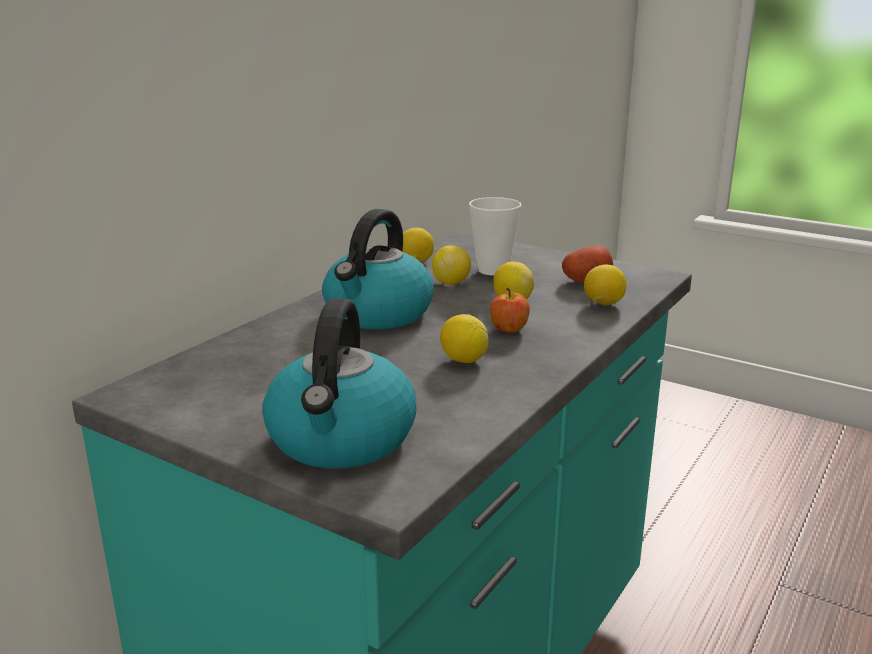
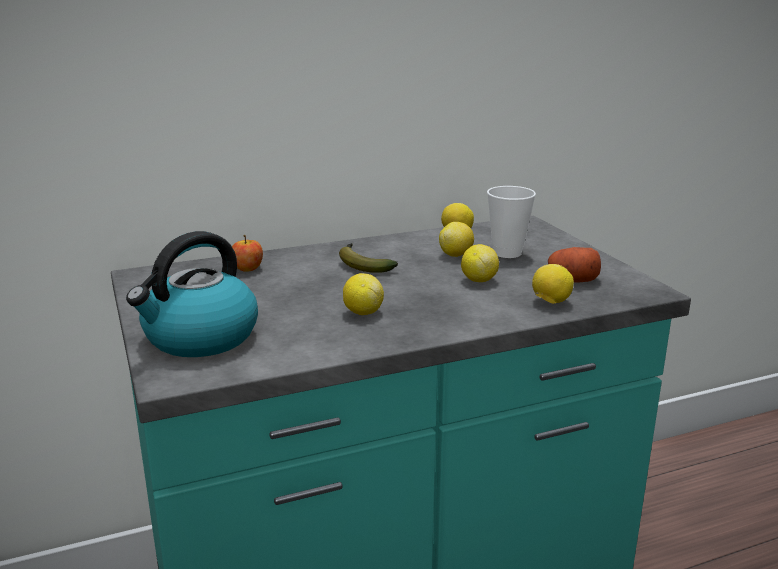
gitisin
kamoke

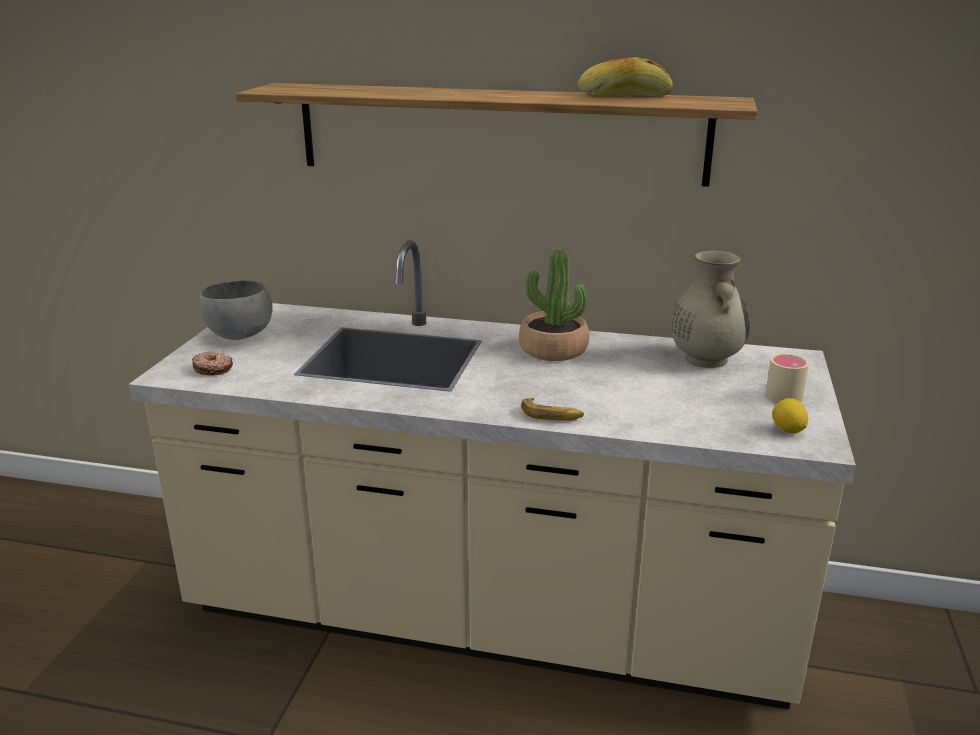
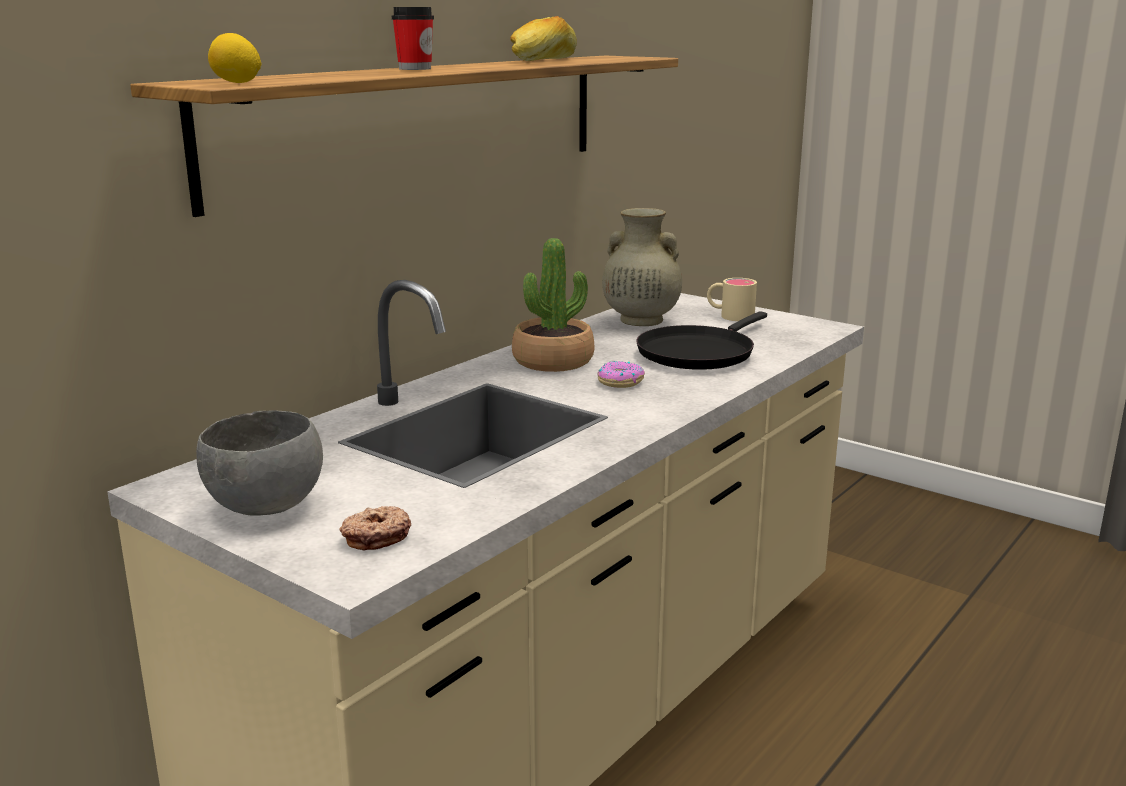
gitisin
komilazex
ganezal
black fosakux
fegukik (no. 2 from left)

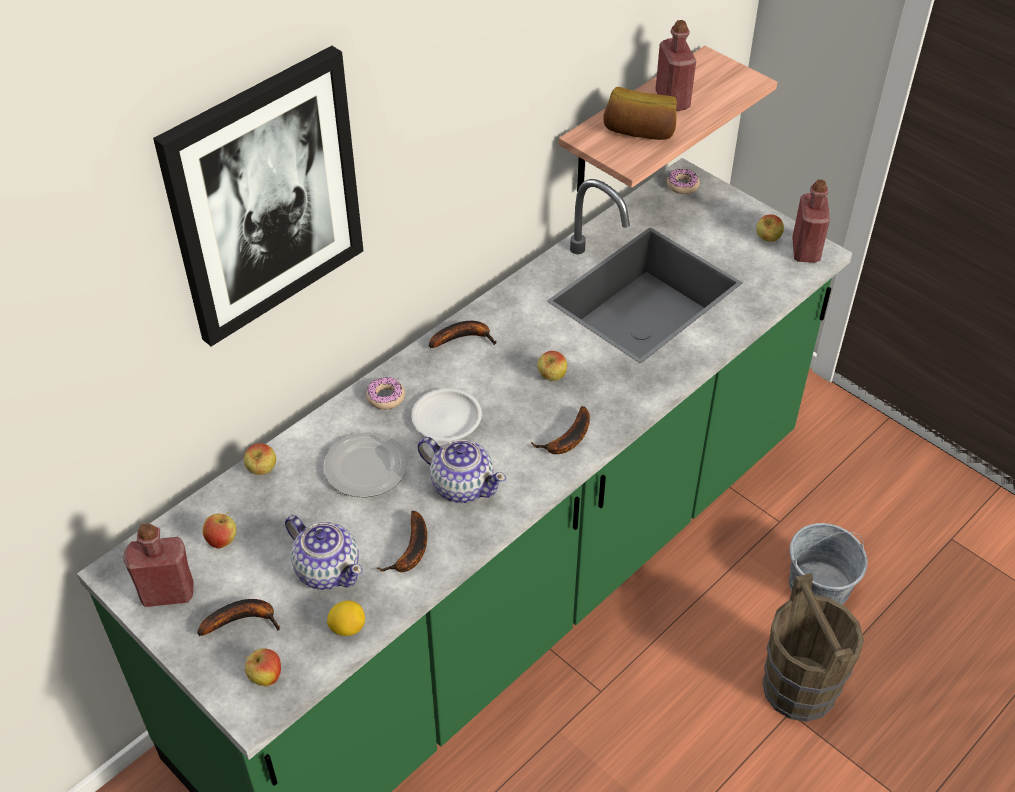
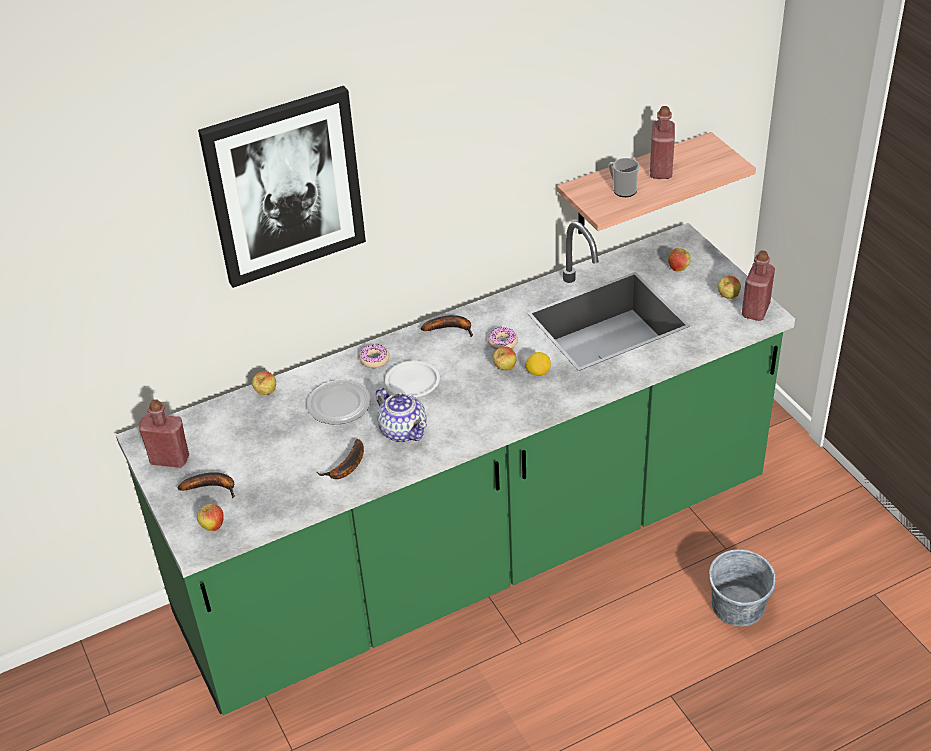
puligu
fegukik (no. 2 from left)
gitisin (no. 4 from left in the first image)
kamoke (no. 4 from left)
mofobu (no. 1 from left in the first image)
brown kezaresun
komilazex

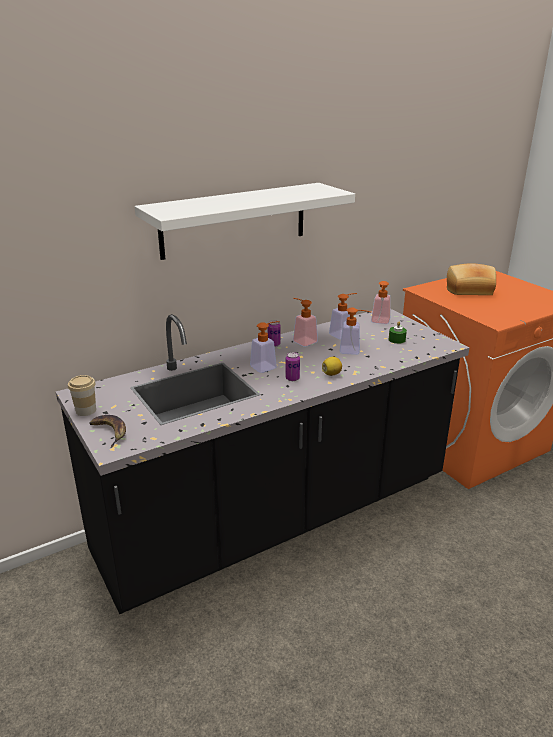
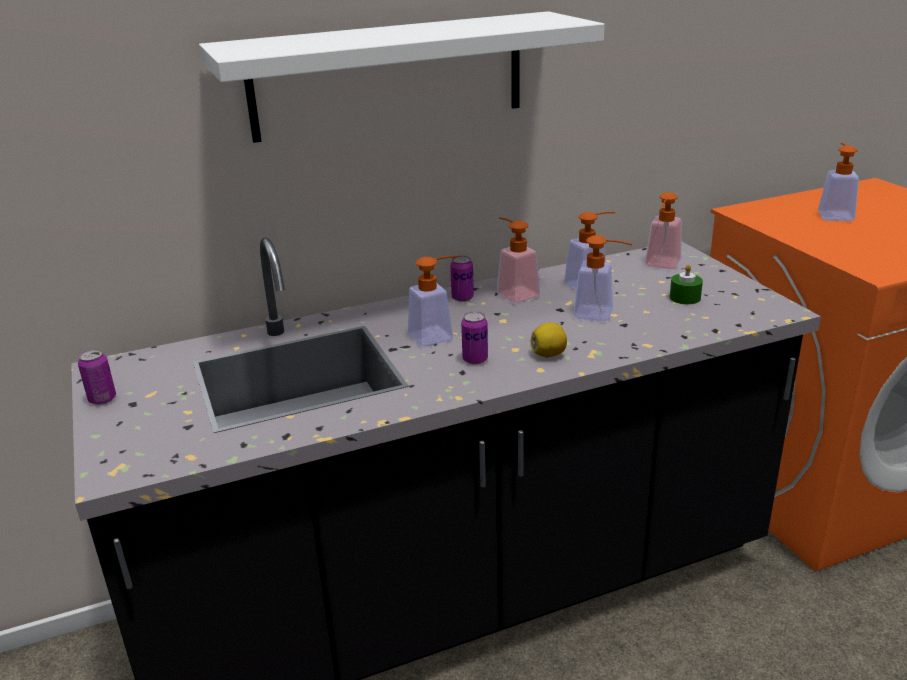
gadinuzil (no. 6 from left)
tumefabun (no. 1 from left)
gitisin

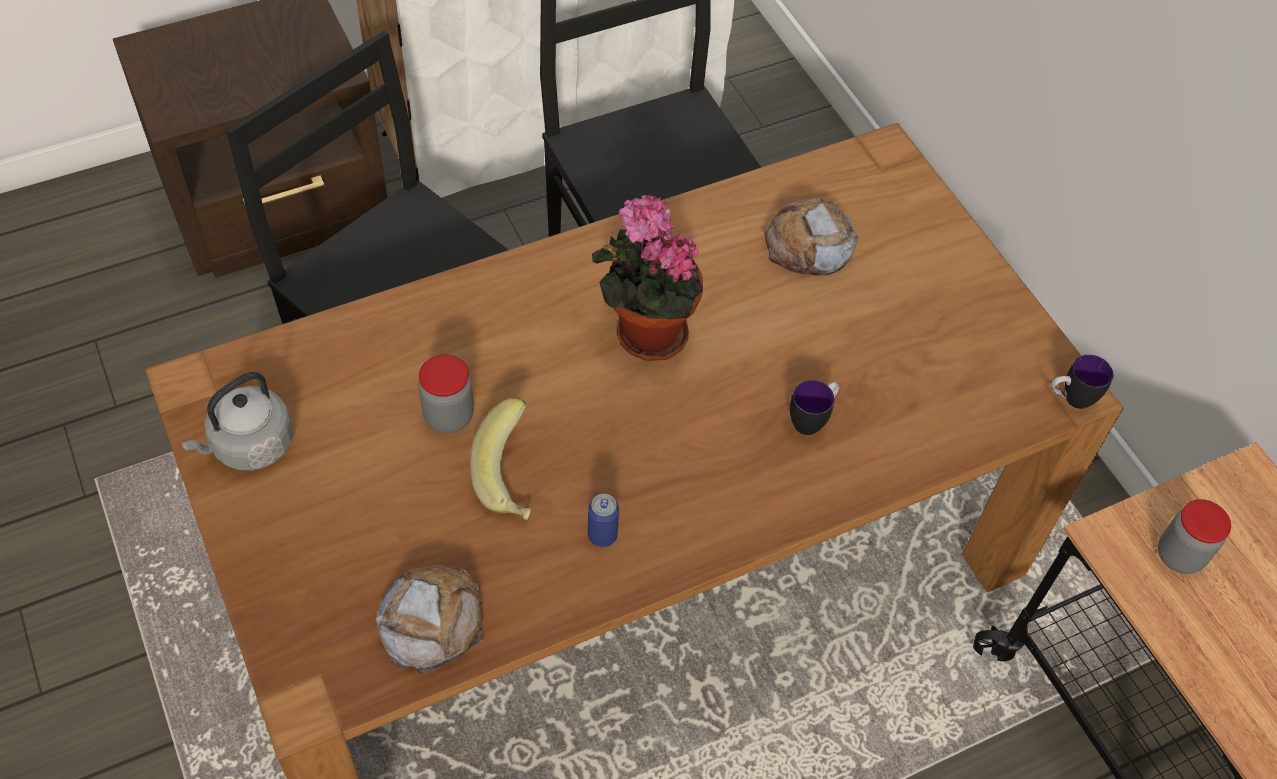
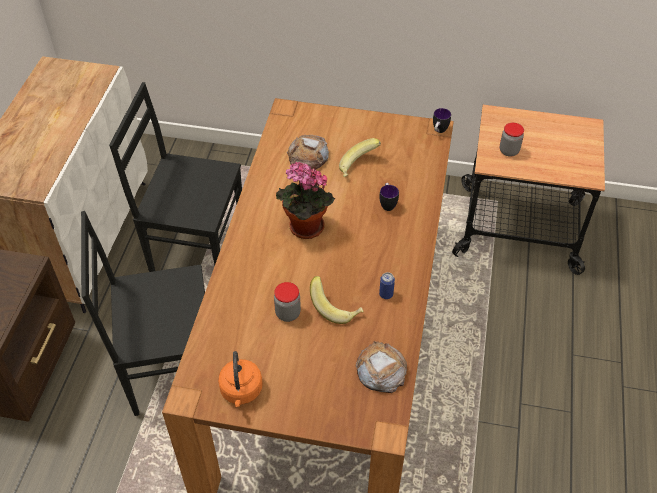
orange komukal
gitisin (no. 2 from left)

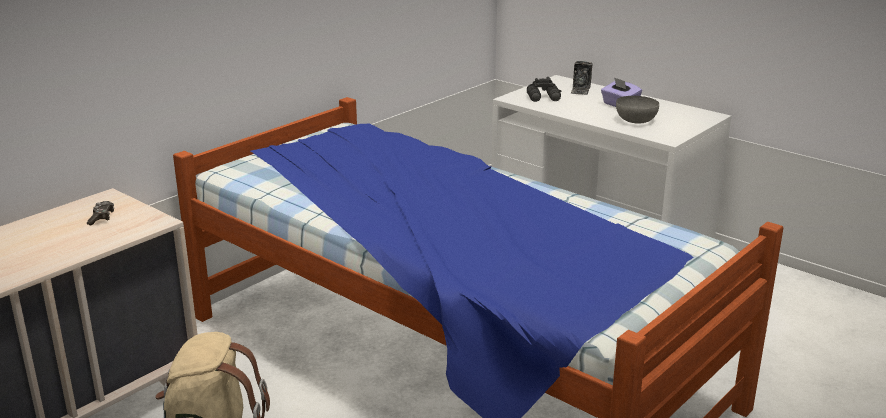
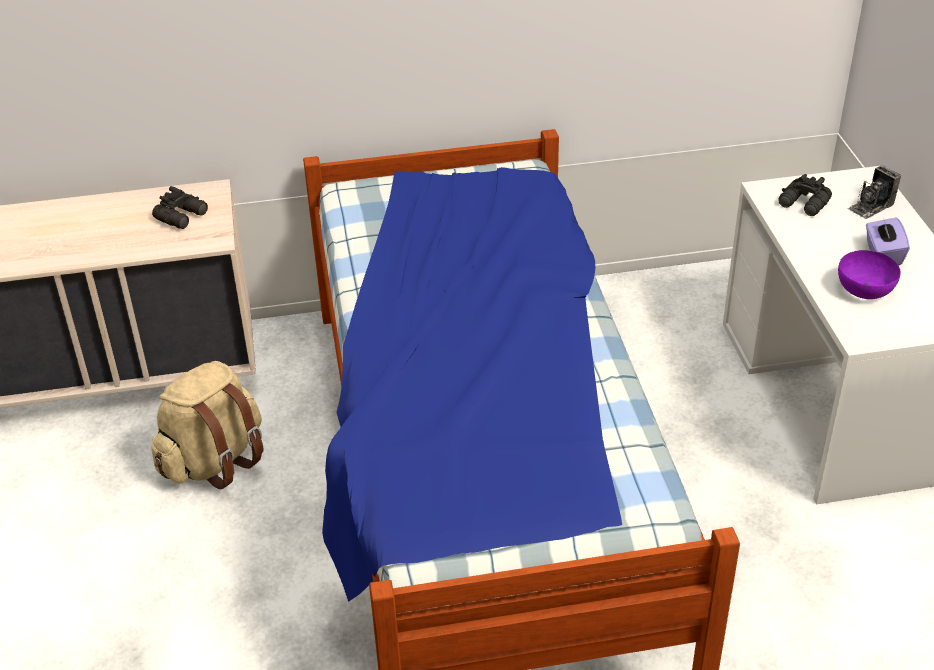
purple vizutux
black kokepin (no. 1 from left)

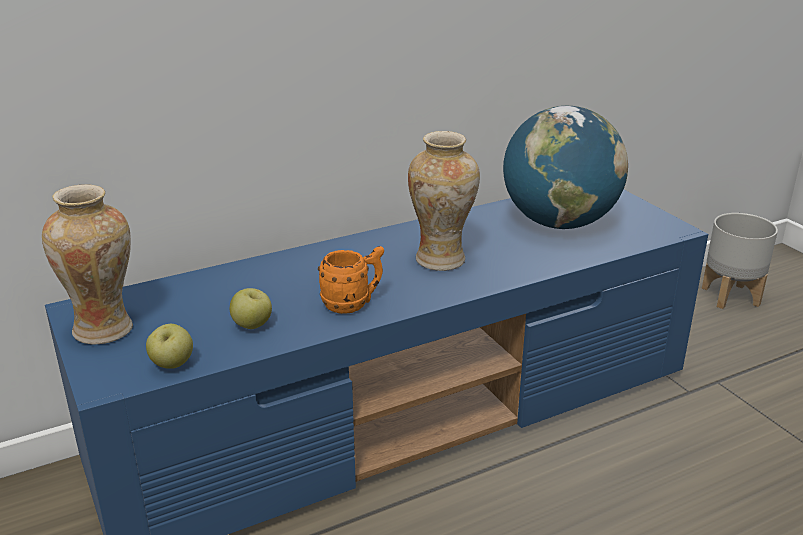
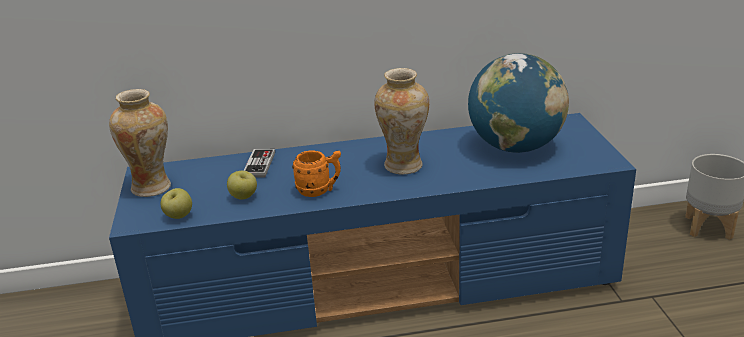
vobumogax

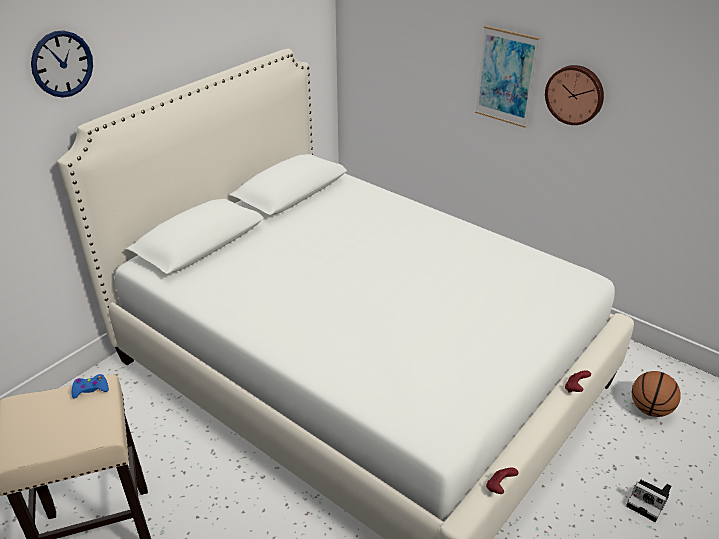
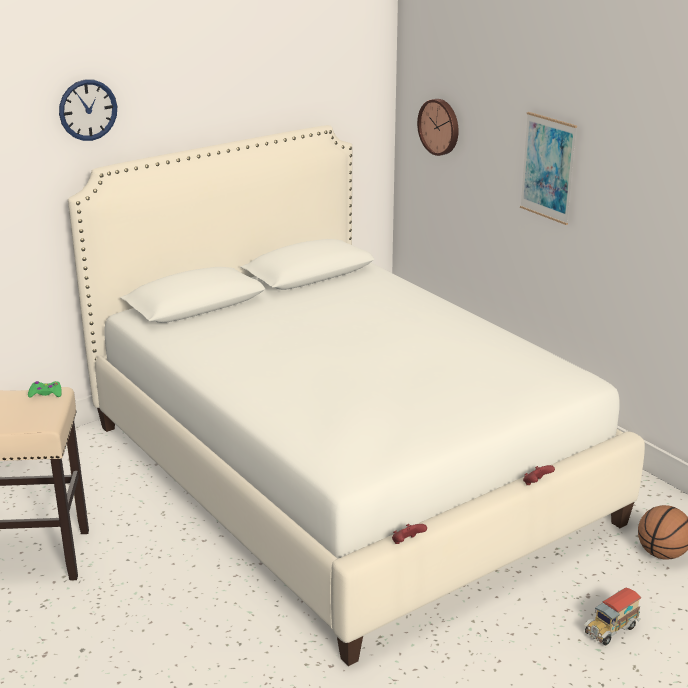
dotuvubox (no. 2 from left)
green vobumogax
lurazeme

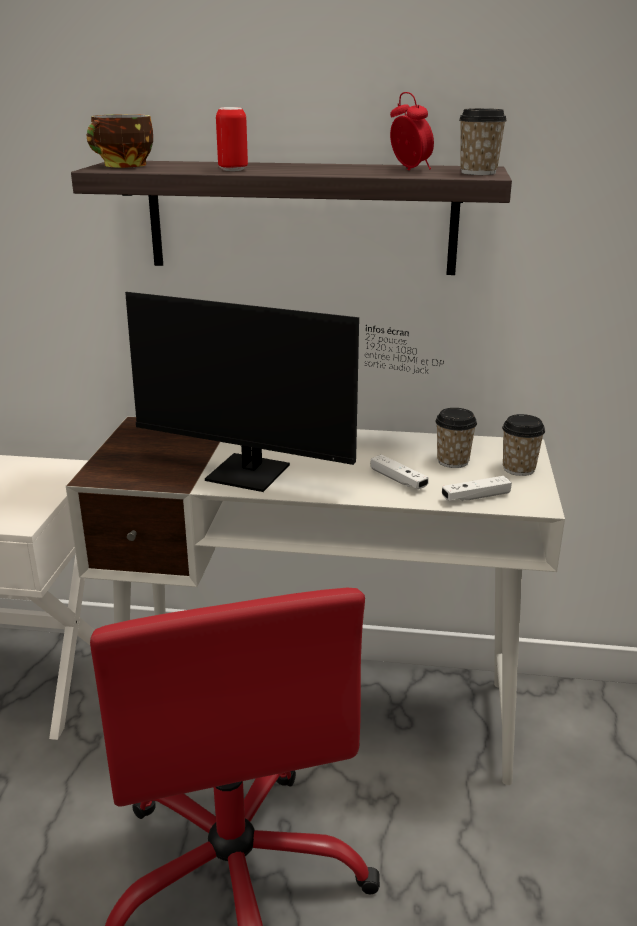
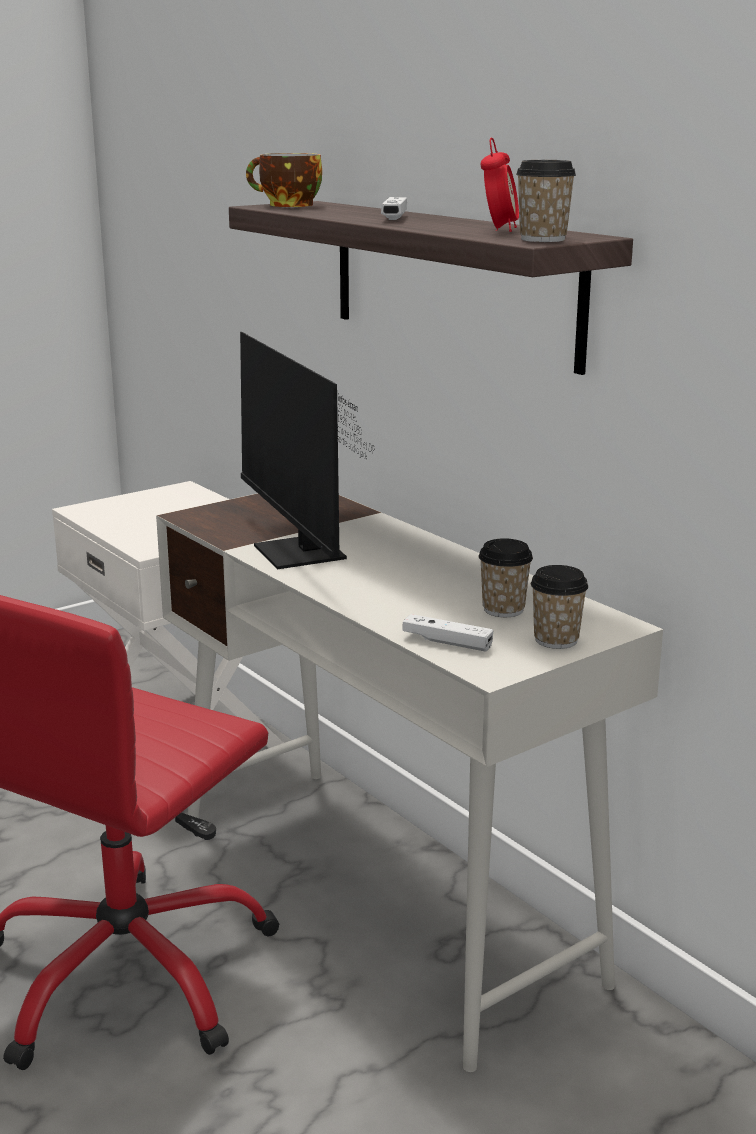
tumefabun
white vobumogax (no. 1 from left)

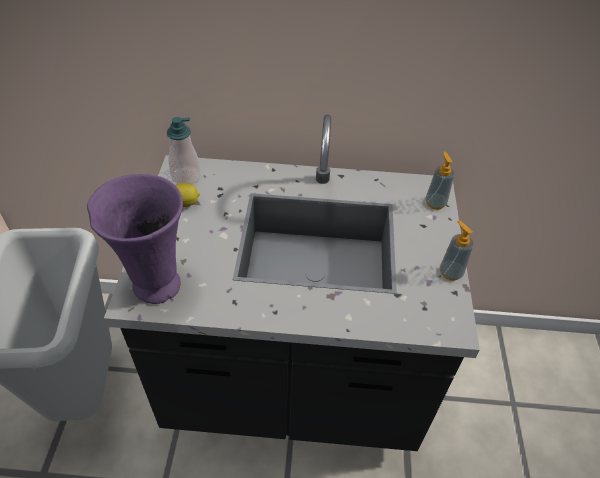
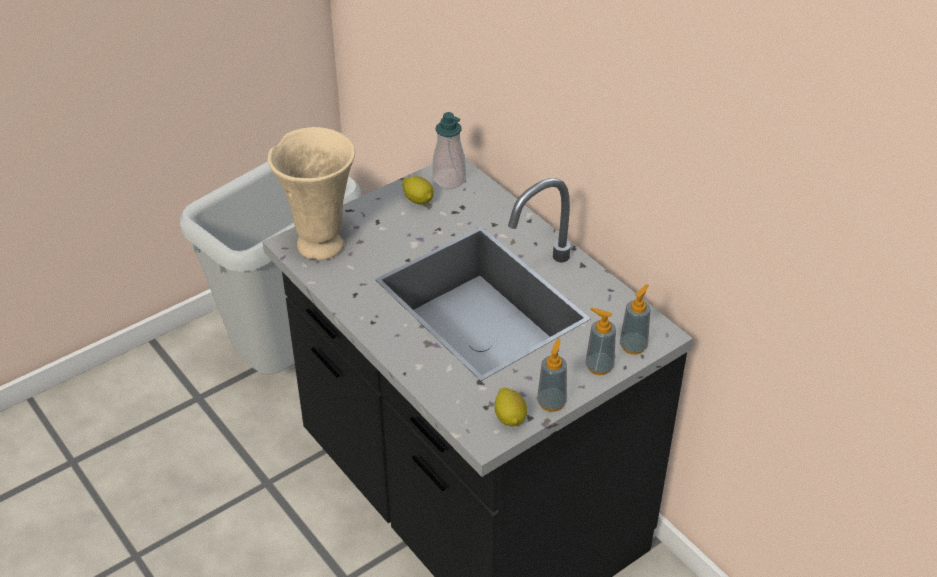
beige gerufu
gadinuzil (no. 3 from left)
komilazex (no. 2 from left)

